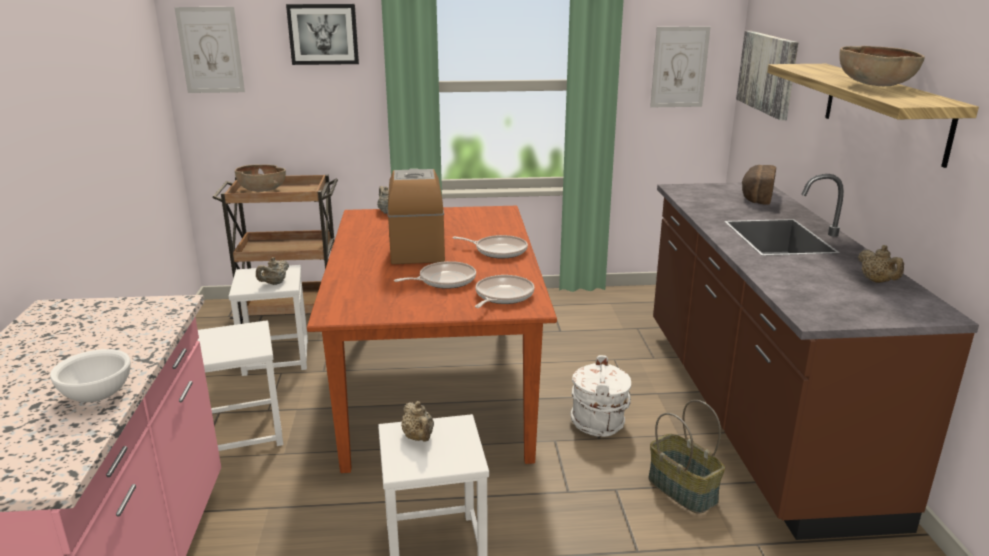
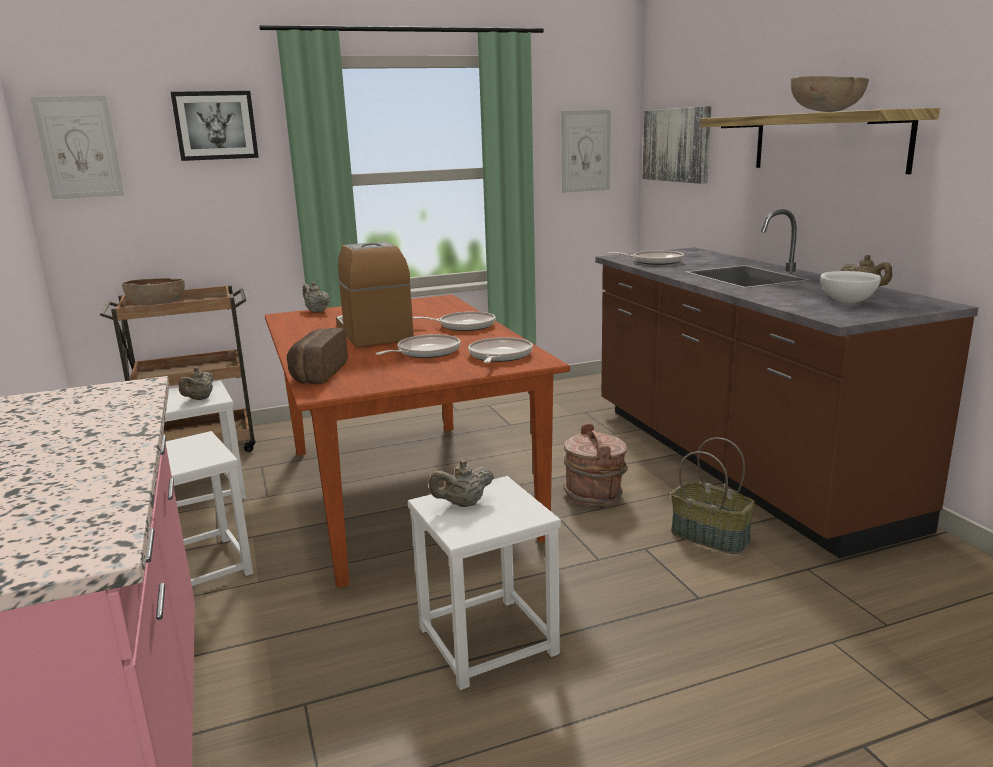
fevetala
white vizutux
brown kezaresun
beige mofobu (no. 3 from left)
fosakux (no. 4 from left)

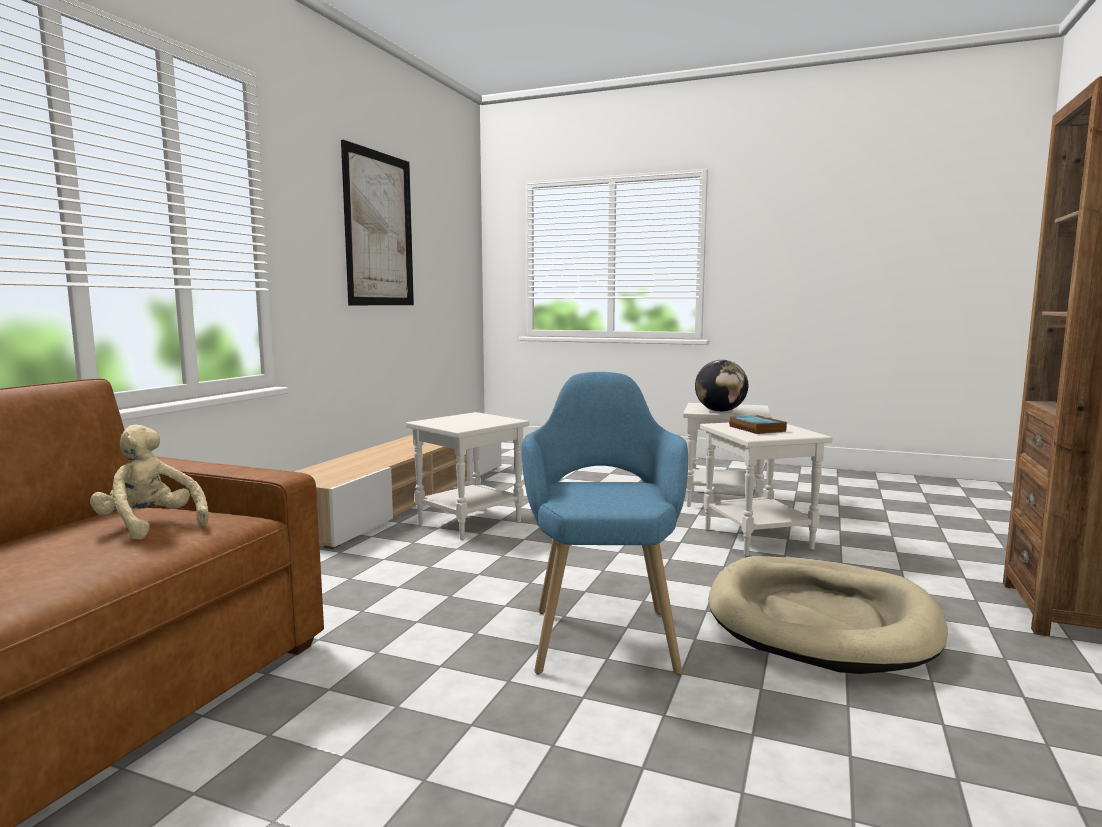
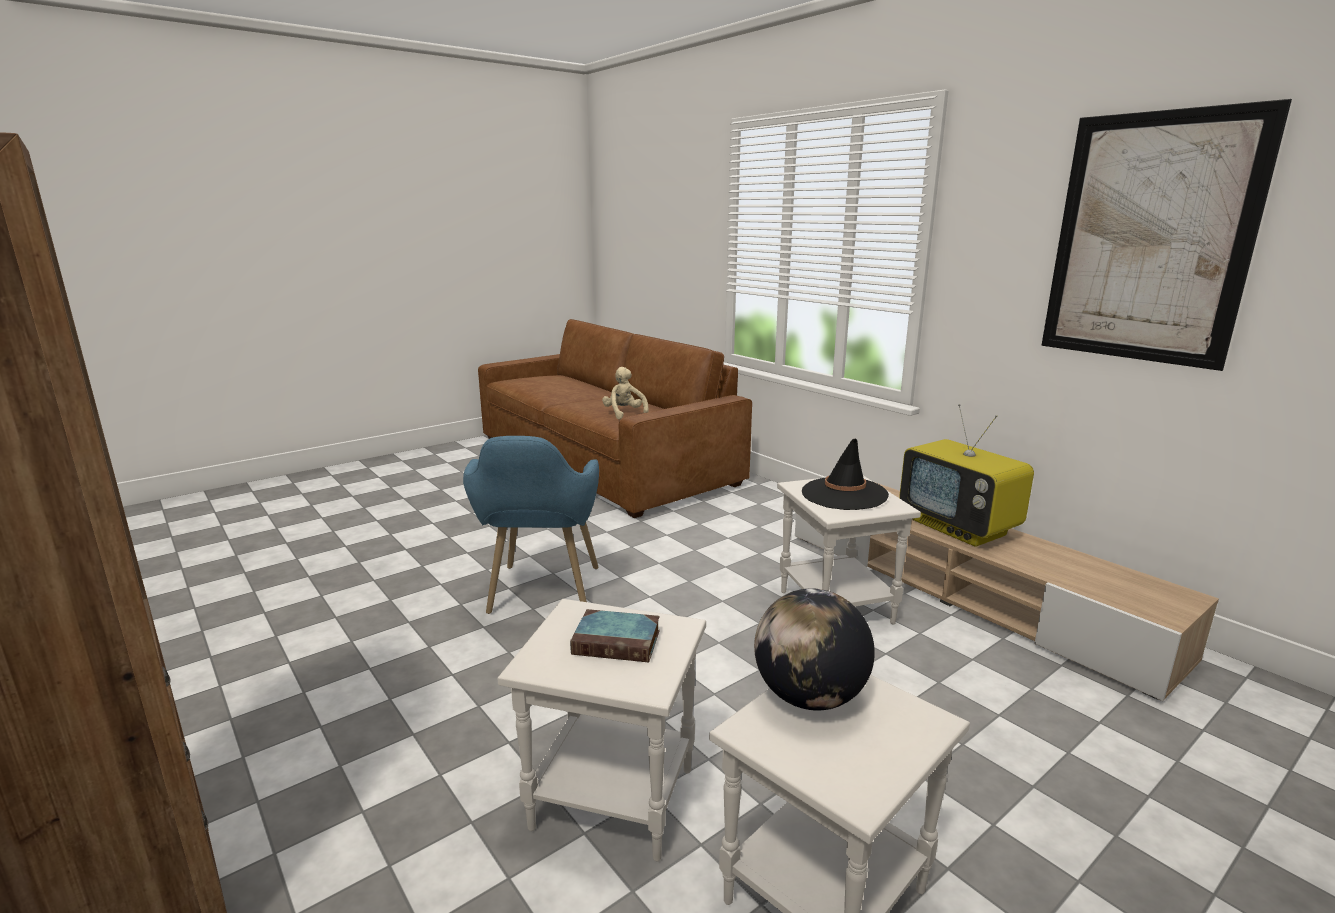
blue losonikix
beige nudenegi
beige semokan
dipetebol
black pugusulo

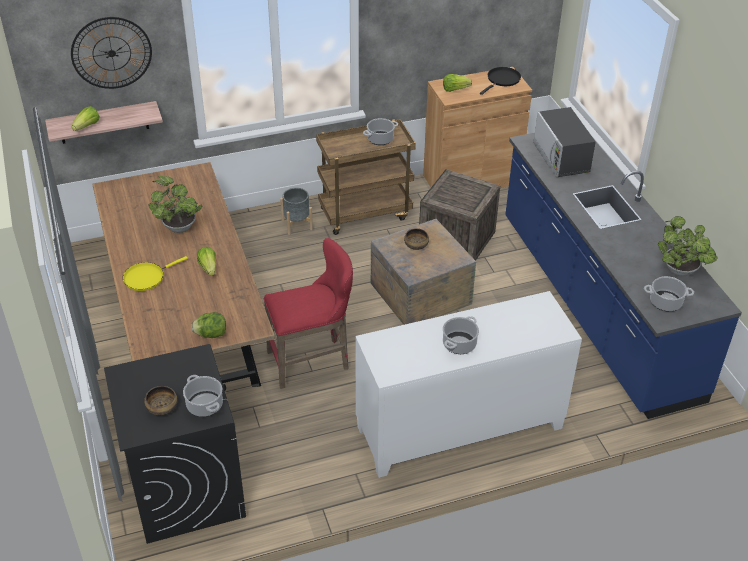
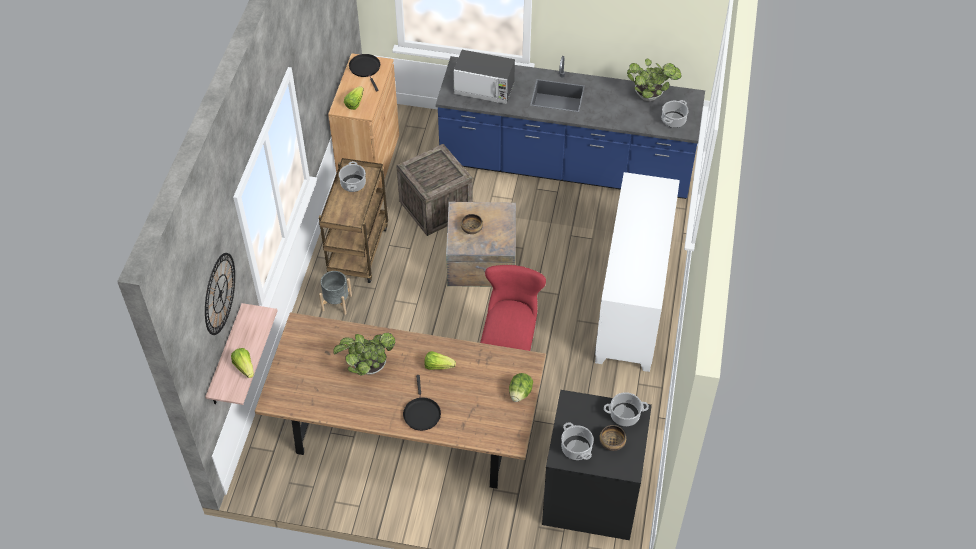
black fosakux (no. 2 from left)
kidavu (no. 2 from left)

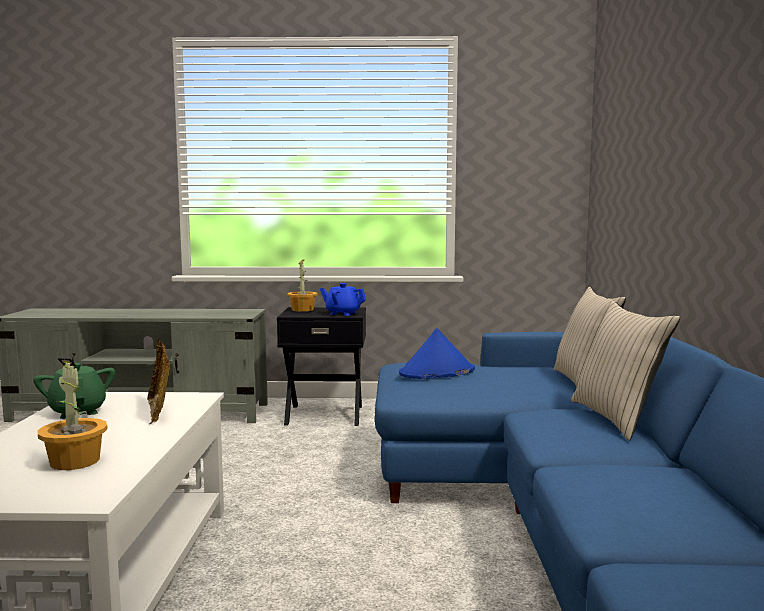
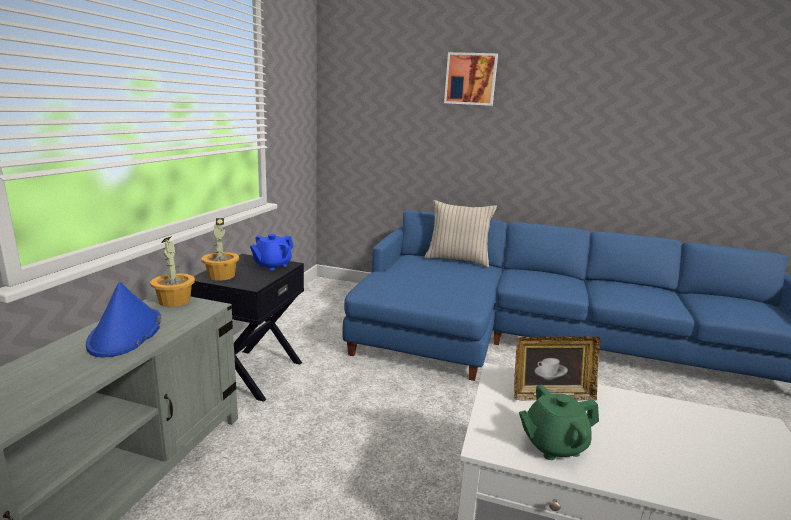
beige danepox (no. 2 from left in the first image)
blue pugusulo
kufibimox (no. 1 from left)
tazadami

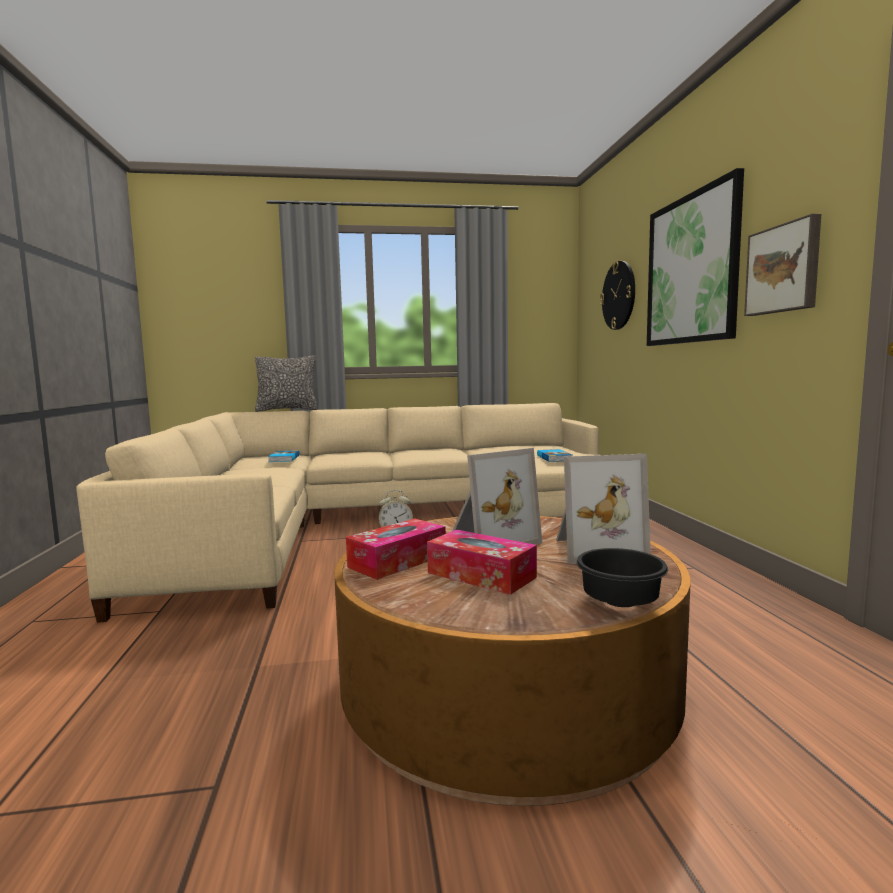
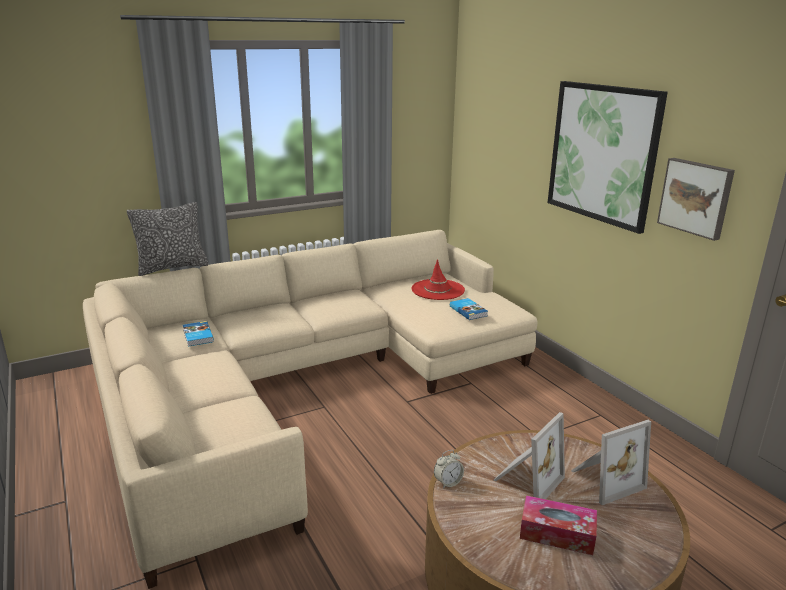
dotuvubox
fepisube (no. 1 from left in the first image)
black vizutux
red pugusulo

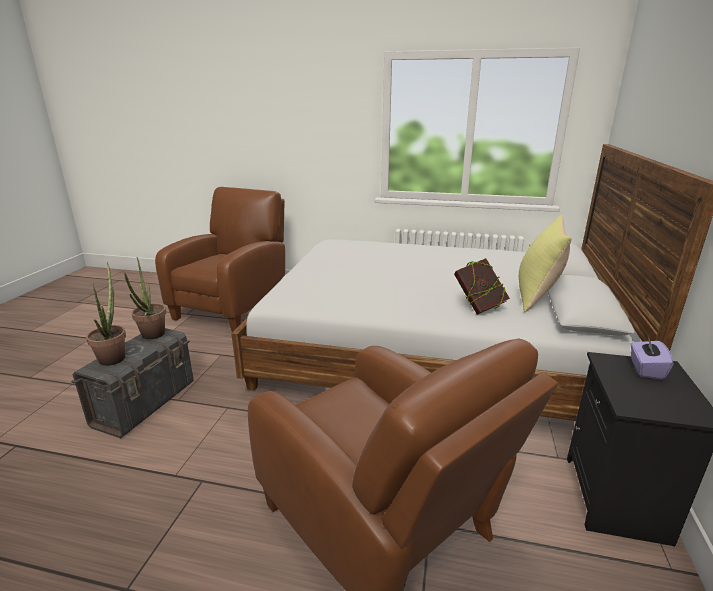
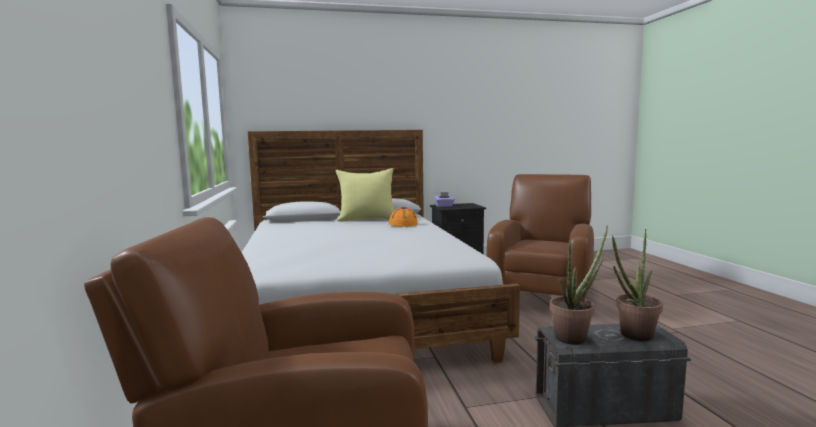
orange pugusulo

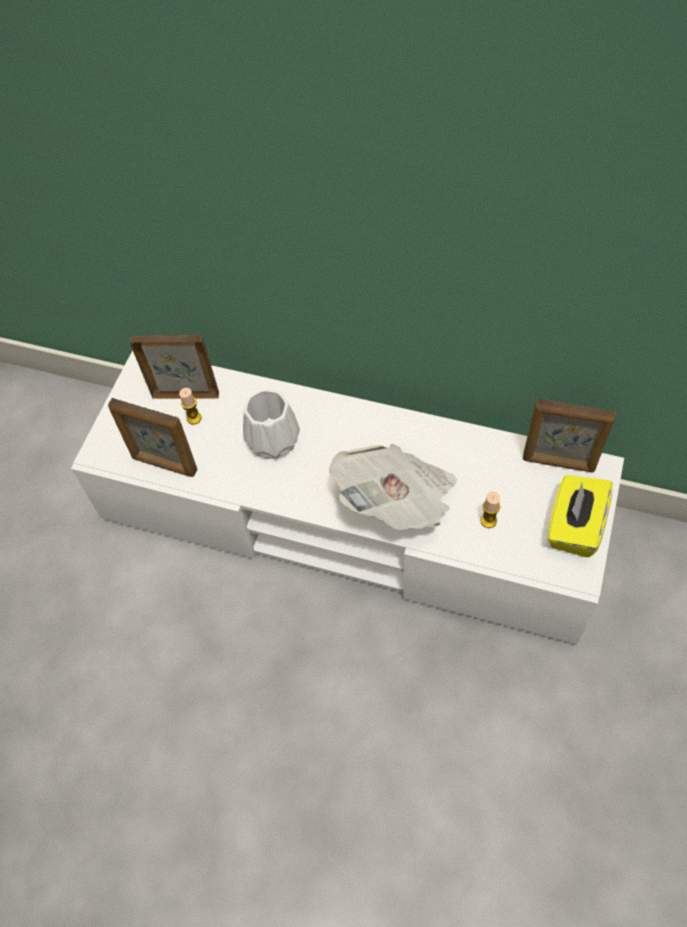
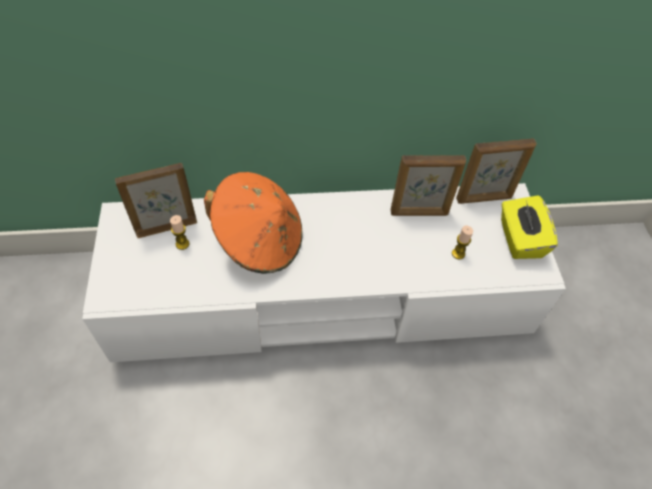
orange pugusulo
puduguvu (no. 2 from left)
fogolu

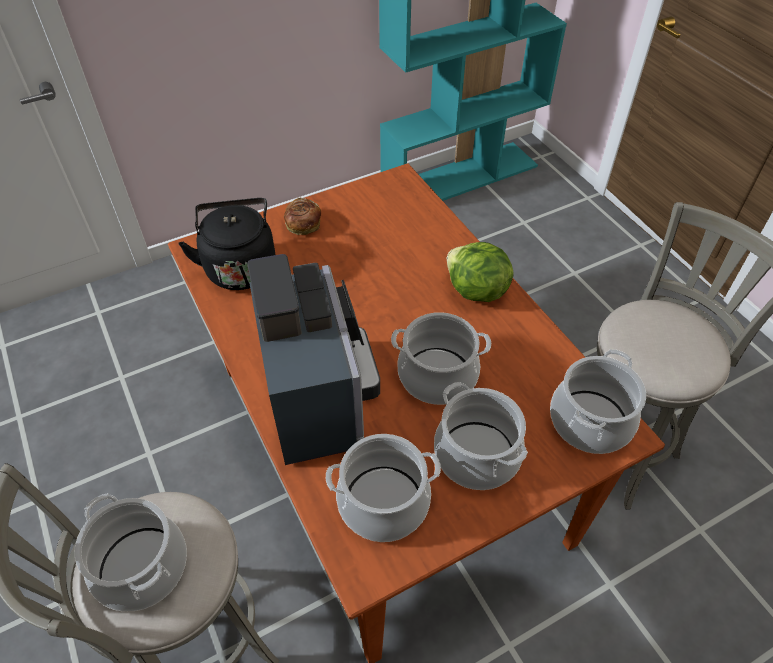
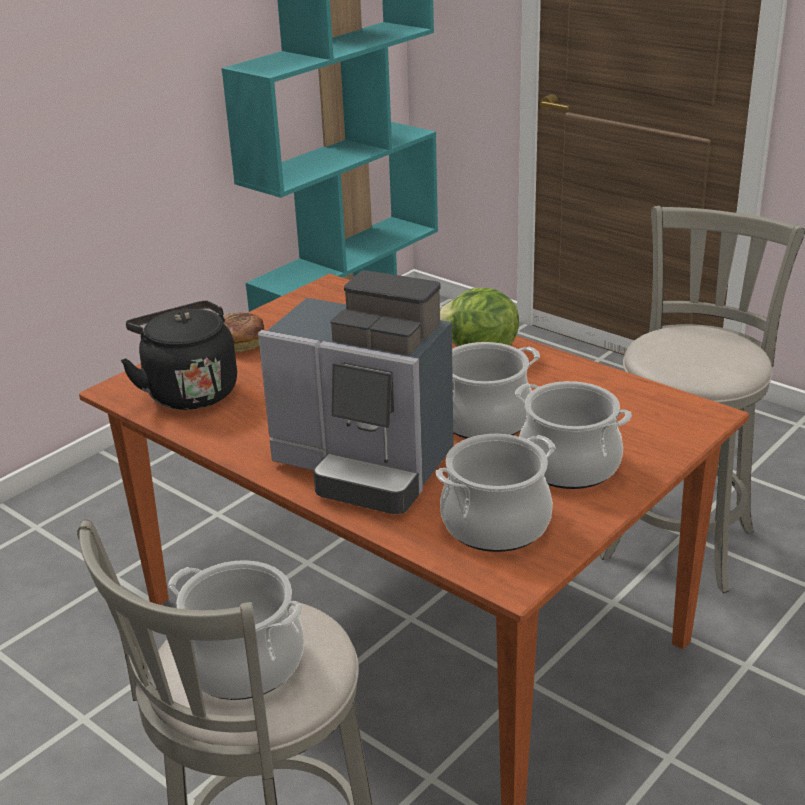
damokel
kidavu (no. 5 from left in the first image)

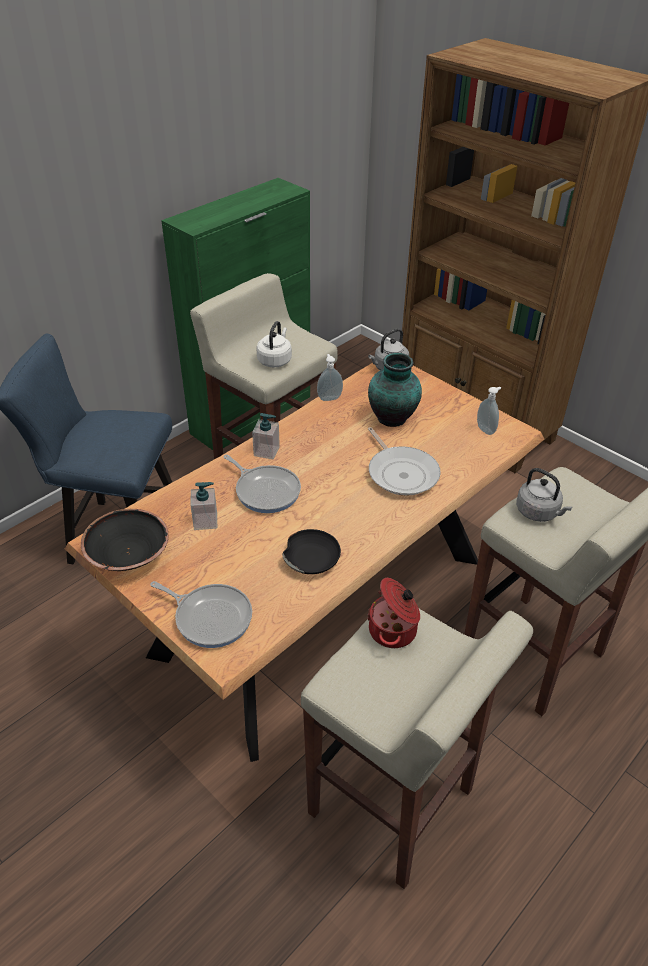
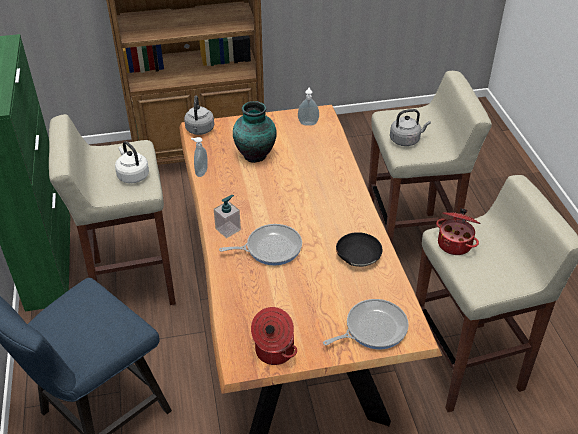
fosakux (no. 3 from left in the first image)
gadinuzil (no. 1 from left in the first image)
kidavu (no. 1 from left)

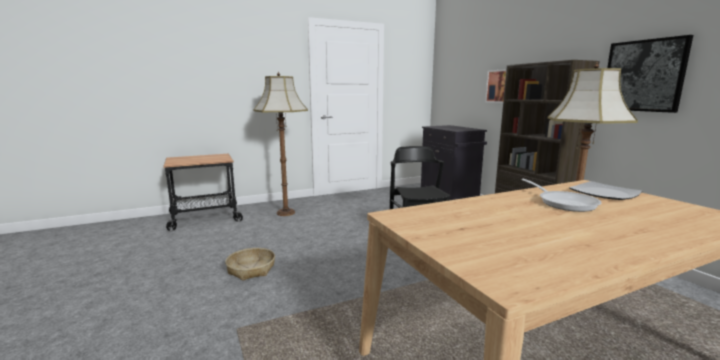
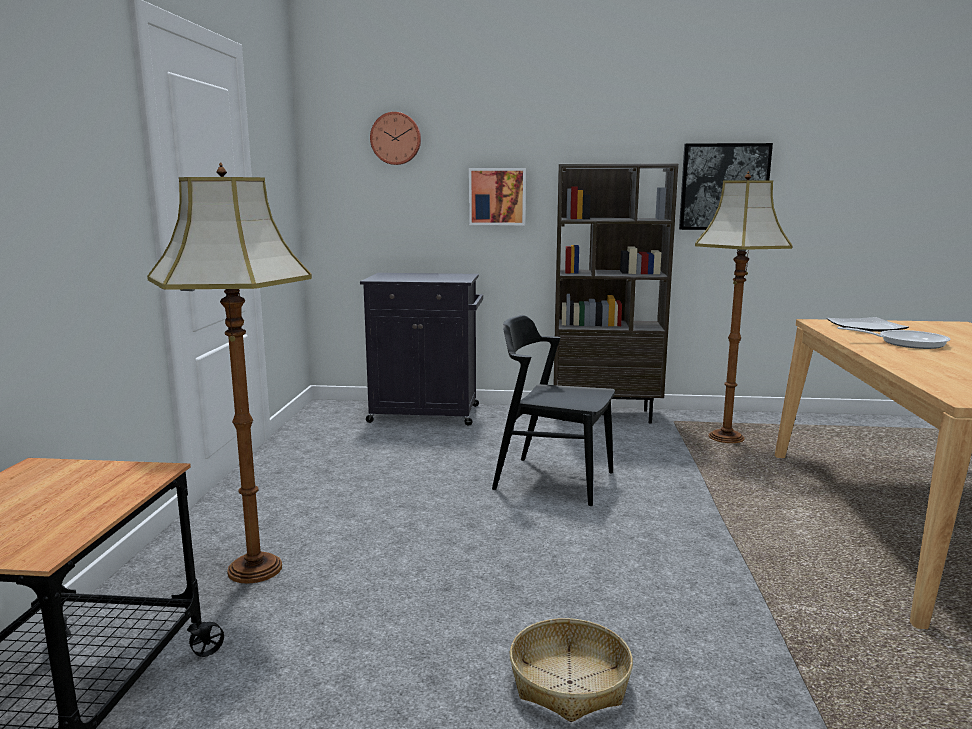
dotuvubox

